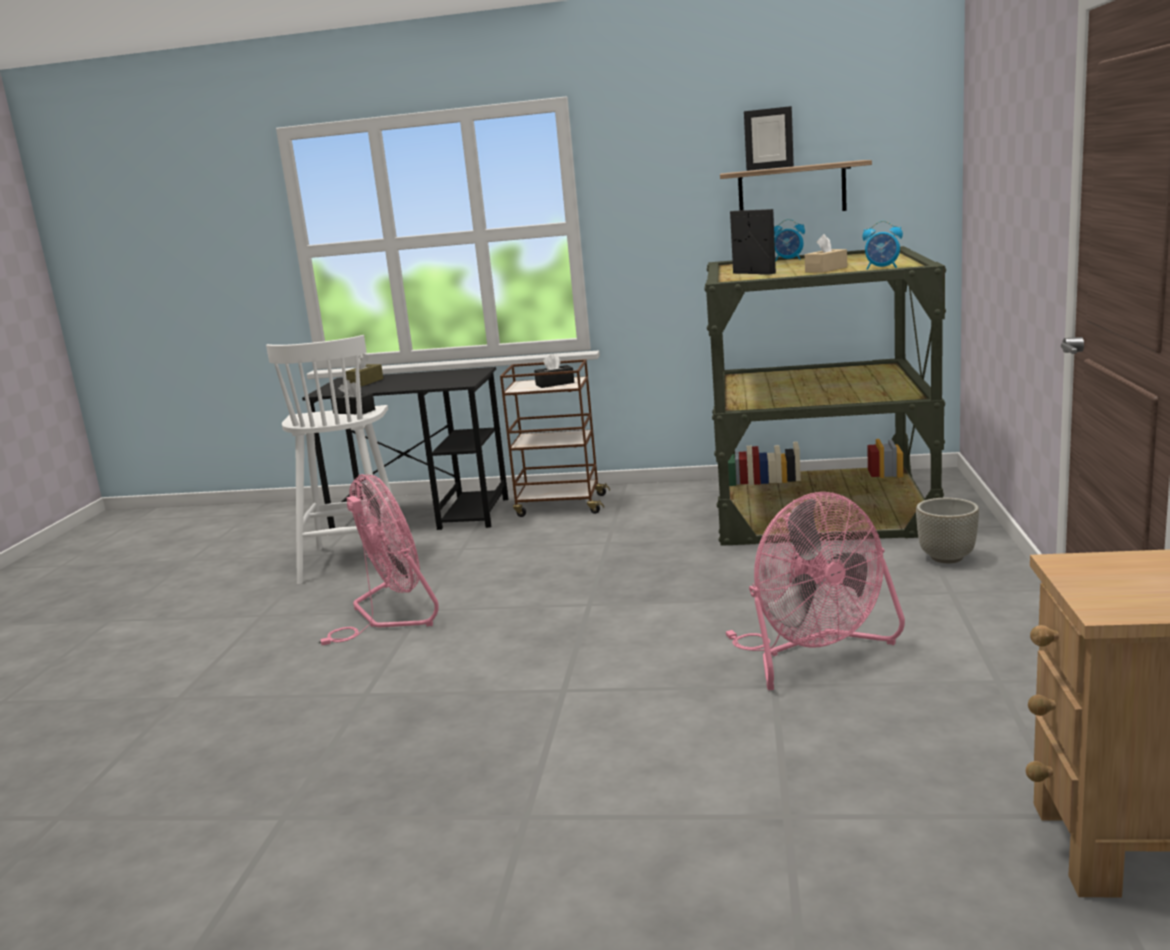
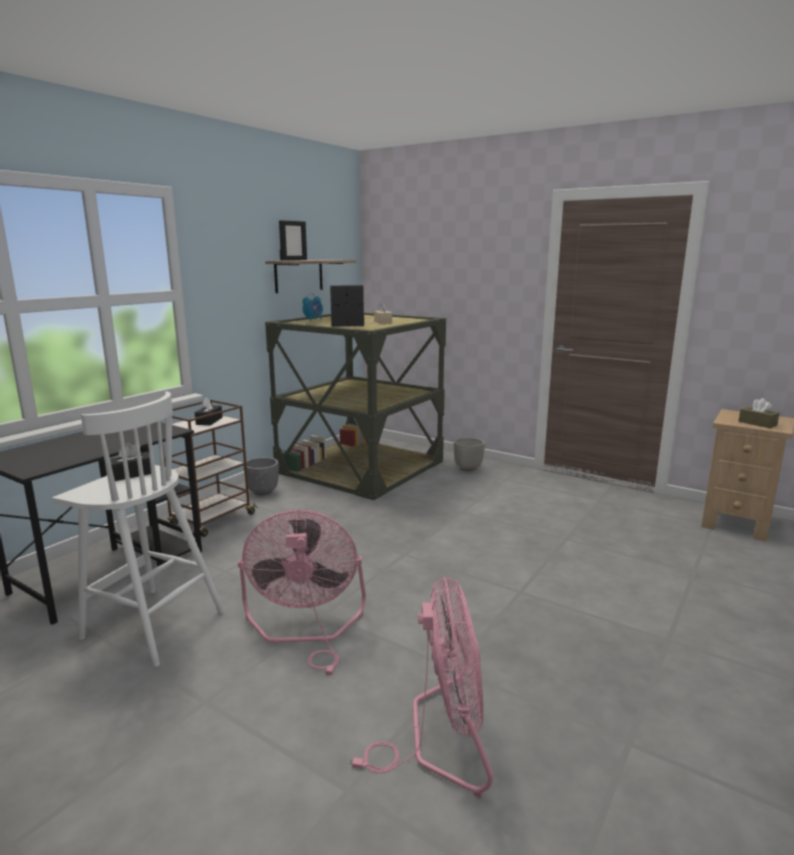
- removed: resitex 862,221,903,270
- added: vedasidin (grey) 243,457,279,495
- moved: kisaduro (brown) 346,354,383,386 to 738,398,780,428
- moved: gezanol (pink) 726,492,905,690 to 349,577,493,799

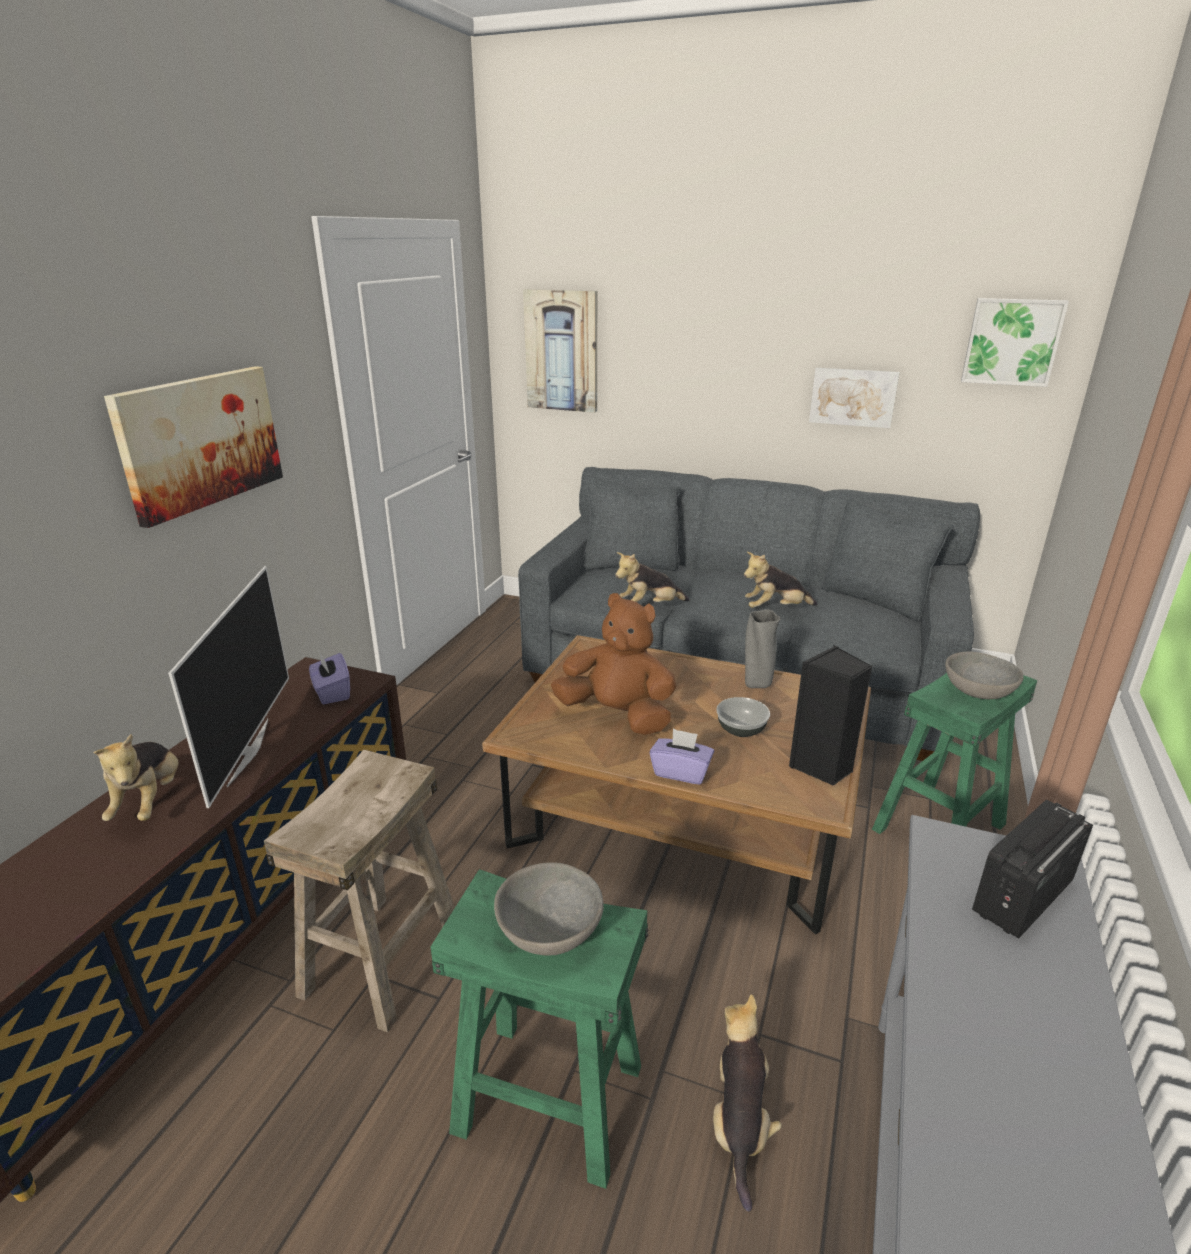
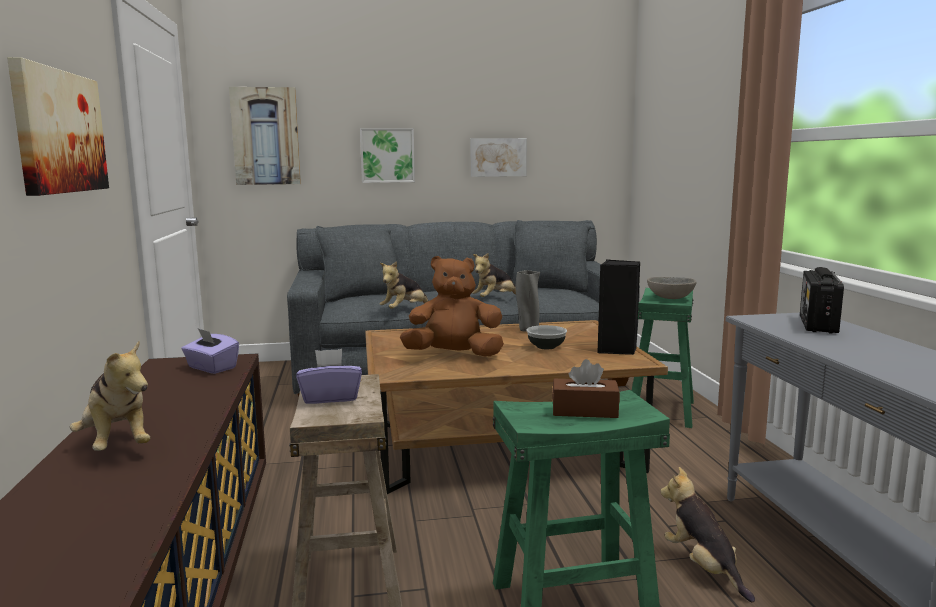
- removed: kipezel 168,566,289,808
- moved: kisaduro (purple) 650,729,714,785 to 296,349,362,404
- moved: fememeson 961,298,1069,387 to 360,128,415,183
- replaced: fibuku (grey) 494,863,604,956 to kisaduro (brown) 552,359,620,418

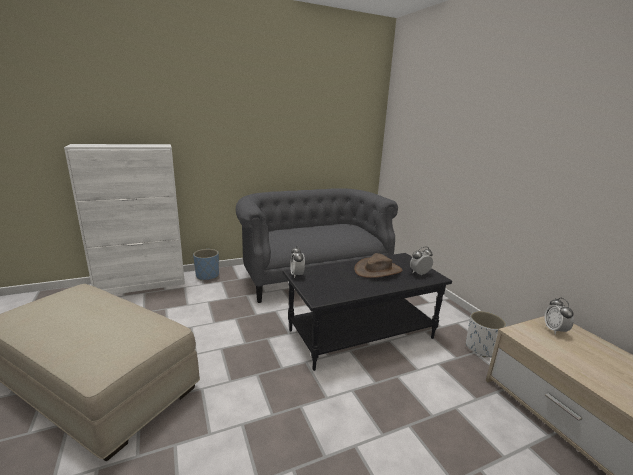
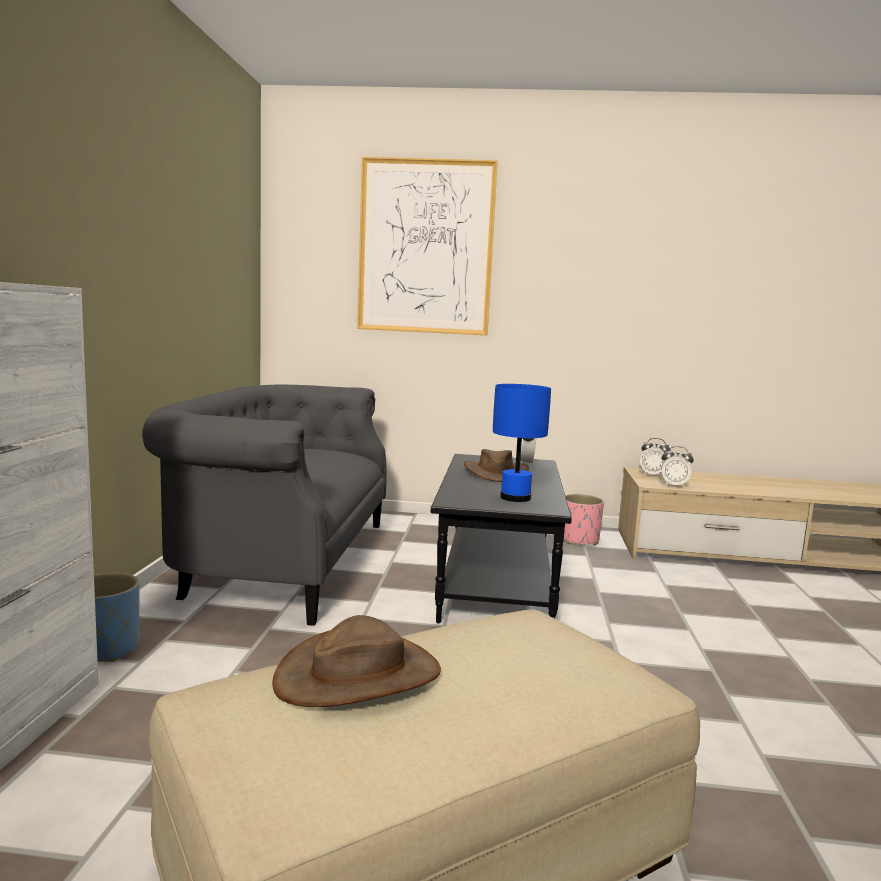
- added: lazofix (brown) 272,615,441,707
- added: fememeson 357,157,498,335
- added: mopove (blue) 493,384,551,502
- moved: resitex 290,247,305,278 to 661,446,694,488
- recoloured: vedasidin (white) 466,311,506,357 to vedasidin (pink) 564,494,604,545

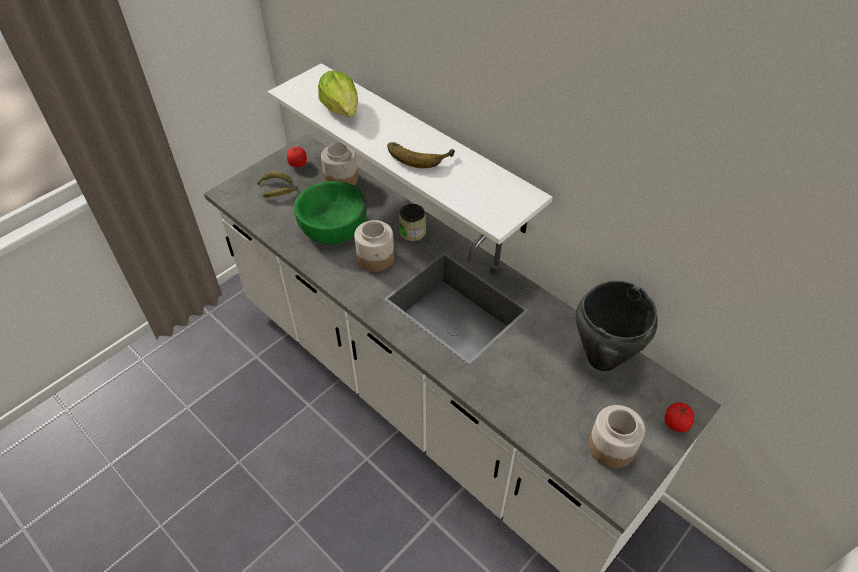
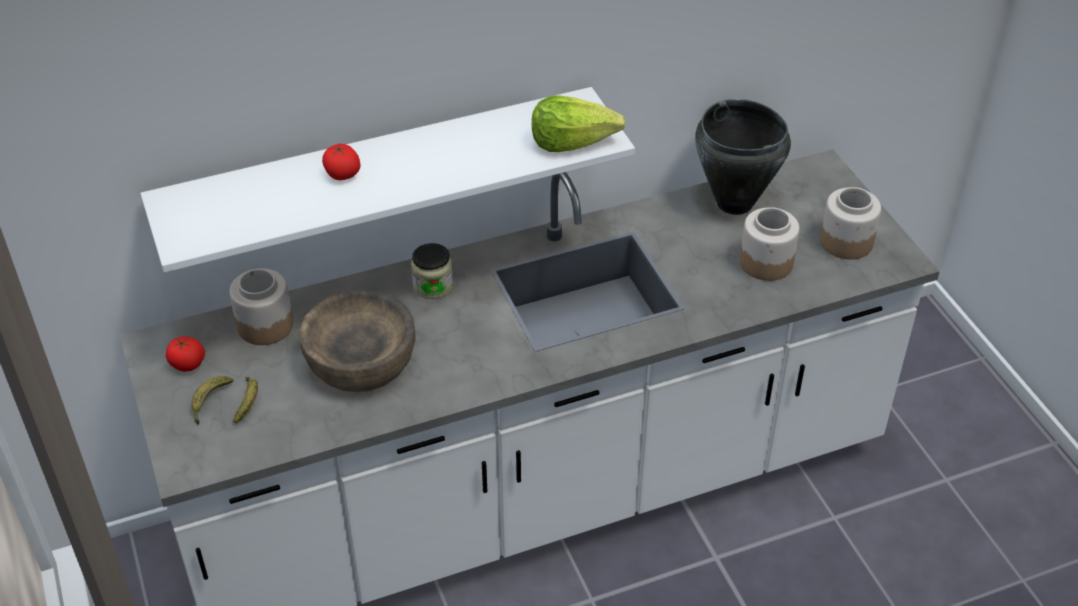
- removed: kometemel 387,142,455,168
- moved: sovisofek 318,71,358,117 to 532,95,626,152
- moved: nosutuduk 354,220,394,272 to 740,207,799,281
- moved: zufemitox 665,402,694,432 to 322,143,360,180
- recoloured: fibuku (green) 294,181,367,244 to fibuku (brown) 300,289,416,392

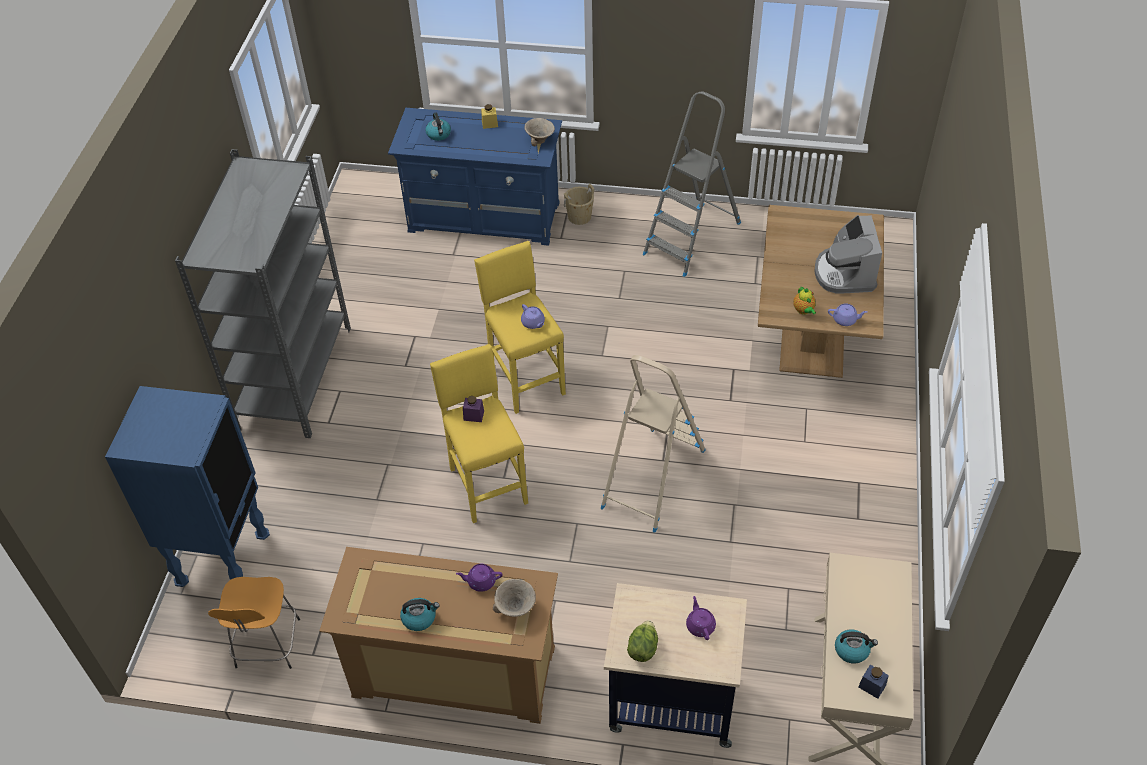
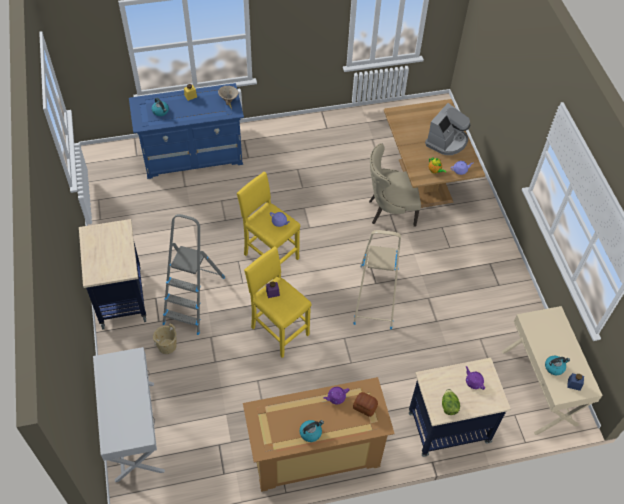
- removed: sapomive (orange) 208,577,300,669
- added: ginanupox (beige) 369,143,421,227
- moved: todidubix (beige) 564,184,594,225 to 153,324,176,354
- moved: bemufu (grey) 643,92,741,277 to 163,214,225,335
- replaced: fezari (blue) 105,386,270,587 to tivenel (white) 93,347,165,482
- replaced: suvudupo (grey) 175,149,351,438 to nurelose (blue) 79,219,146,329
- replaced: fibuku (beige) 493,579,536,617 to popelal 353,392,378,417
- turned: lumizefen 814,215,882,293 = 425,103,470,155 120 degrees counterclockwise

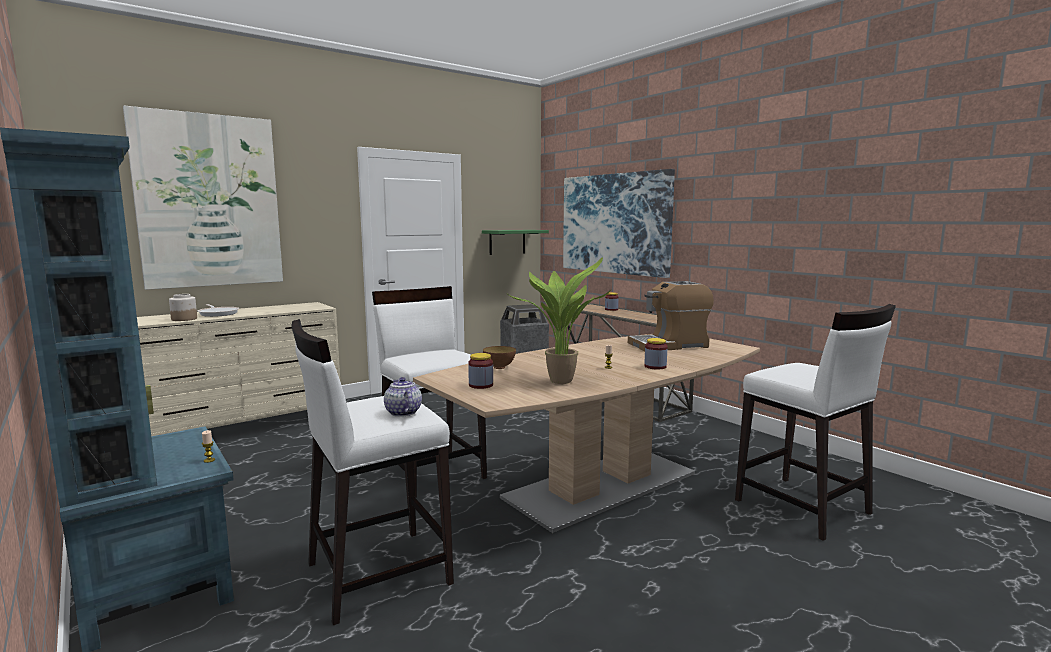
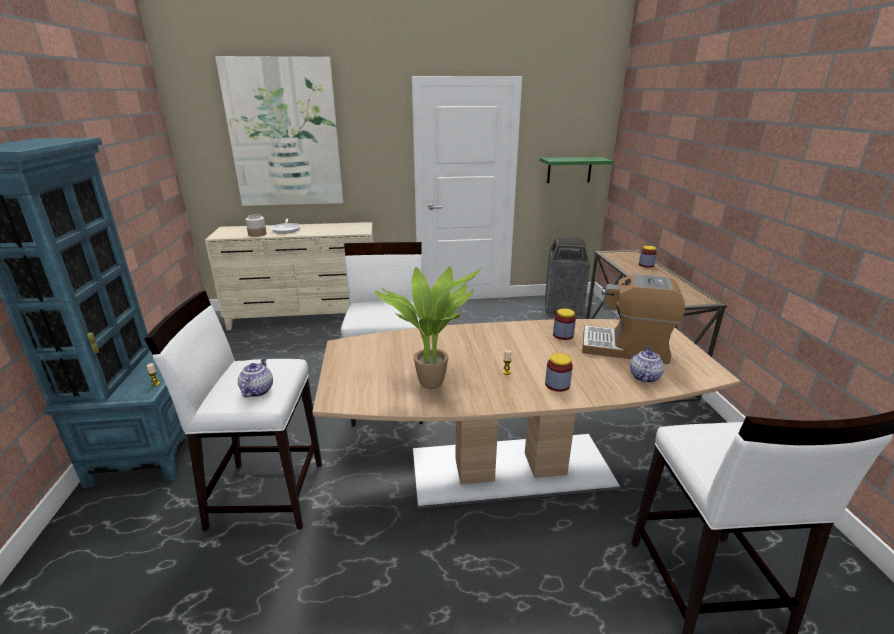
- removed: fibuku 483,346,516,369
- removed: fememeson 563,169,675,278
- added: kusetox 630,346,664,383
- moved: nosutuduk 468,353,493,389 to 553,308,576,340

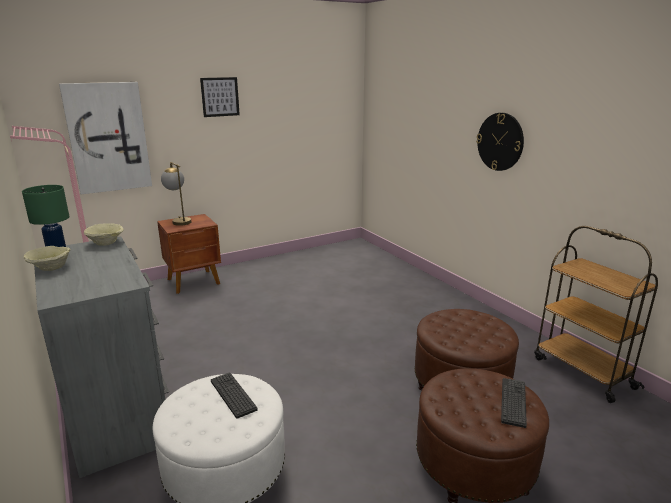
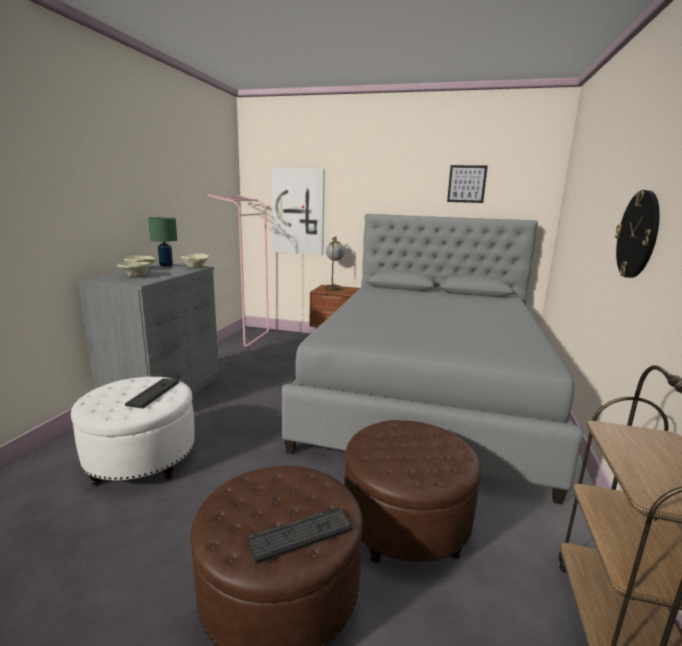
- added: fibuku (beige) 117,261,151,277
- added: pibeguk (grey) 282,214,584,504
- moved: fememeson 200,77,240,117 to 447,165,488,203

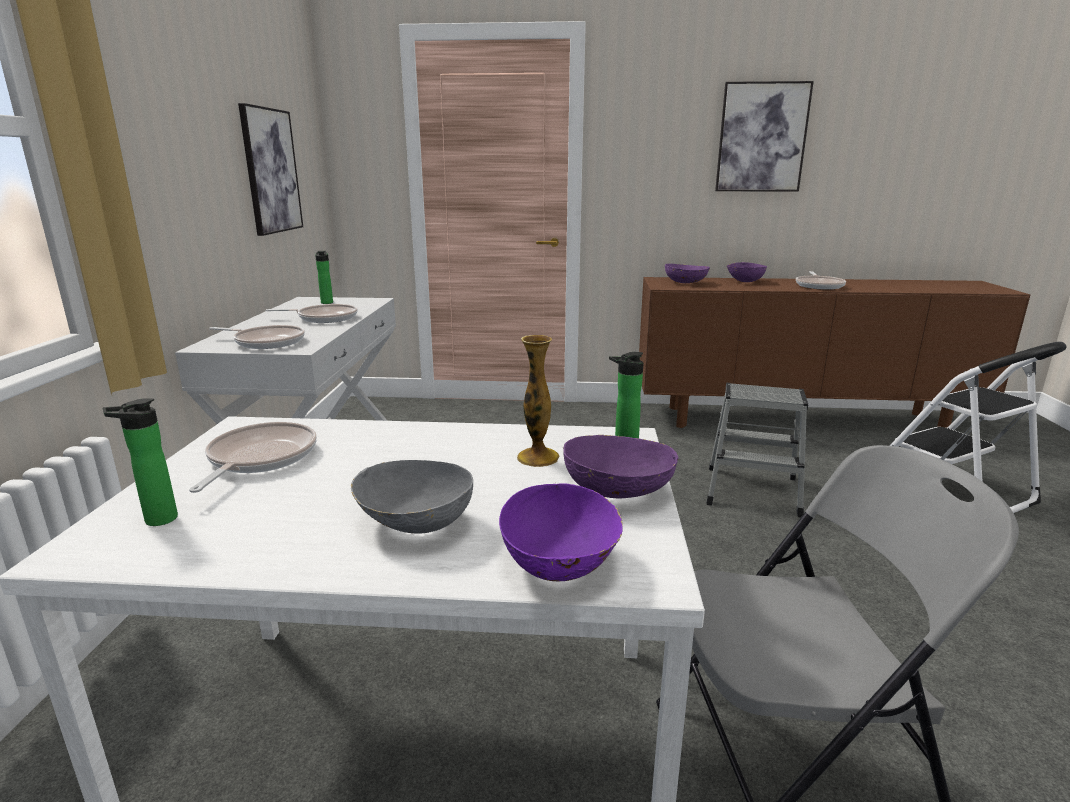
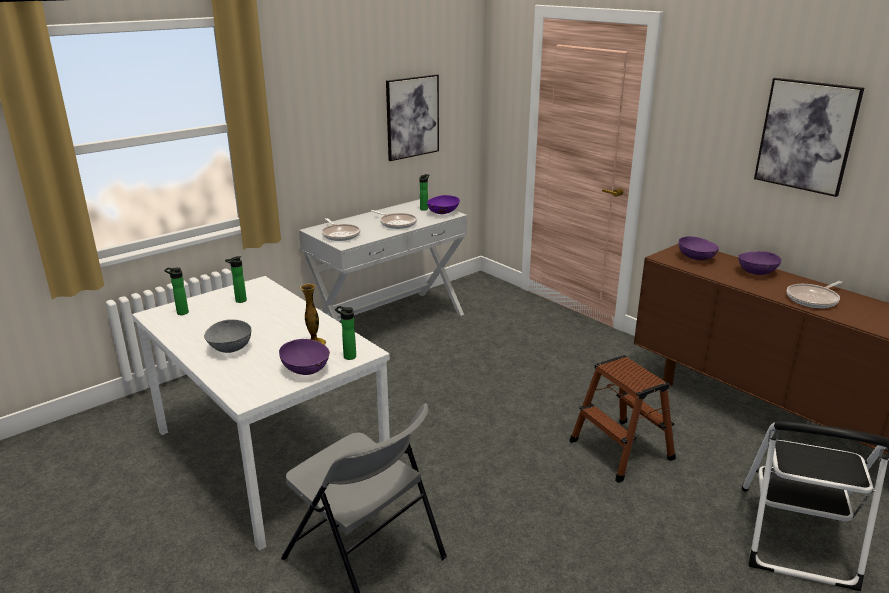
- moved: fibuku (purple) 499,482,623,581 to 427,195,460,214
- replaced: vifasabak 189,422,317,493 to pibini 225,256,247,303
- recoloured: bemufu (grey) 706,382,808,518 to bemufu (brown) 569,355,676,483

